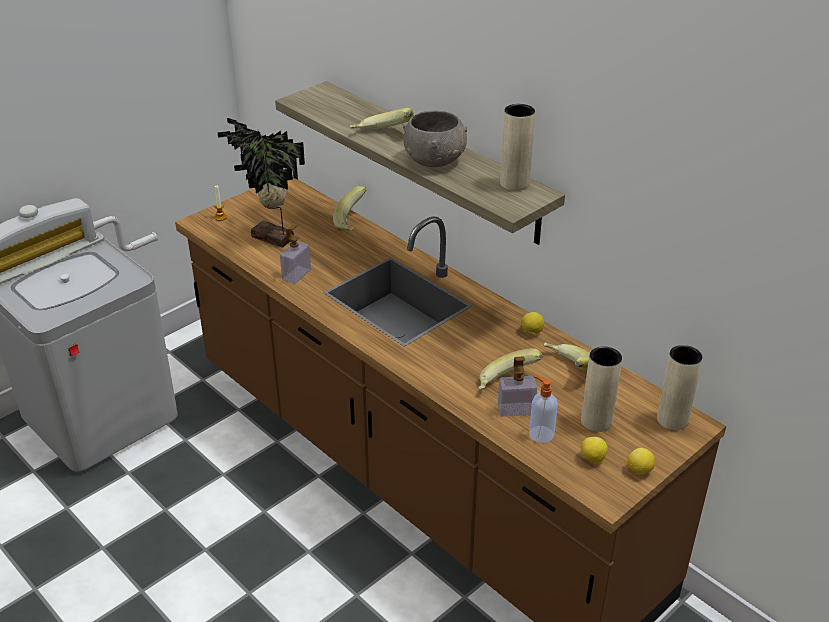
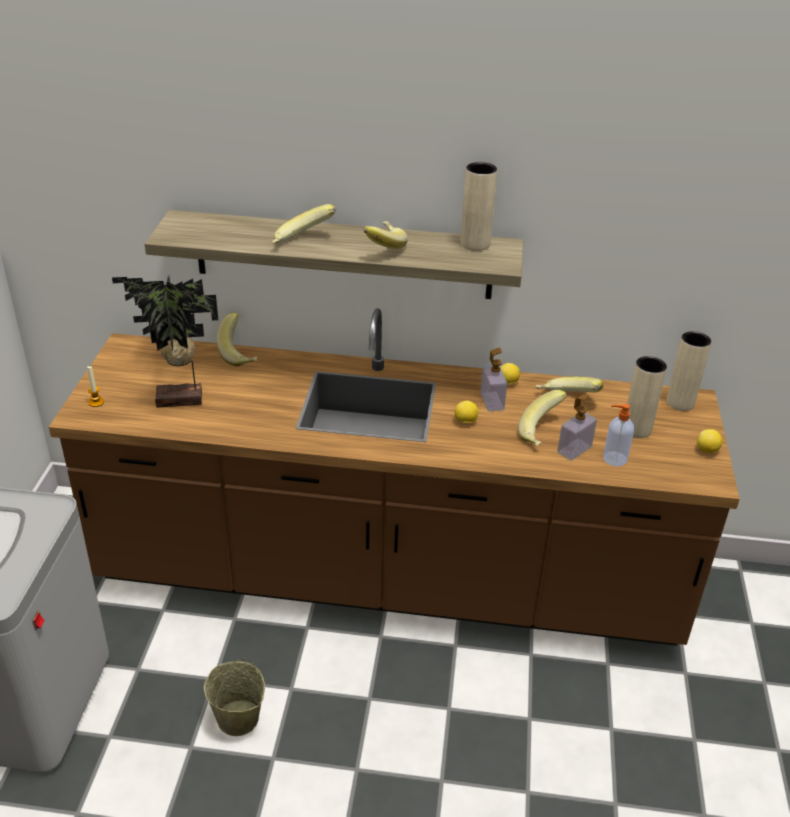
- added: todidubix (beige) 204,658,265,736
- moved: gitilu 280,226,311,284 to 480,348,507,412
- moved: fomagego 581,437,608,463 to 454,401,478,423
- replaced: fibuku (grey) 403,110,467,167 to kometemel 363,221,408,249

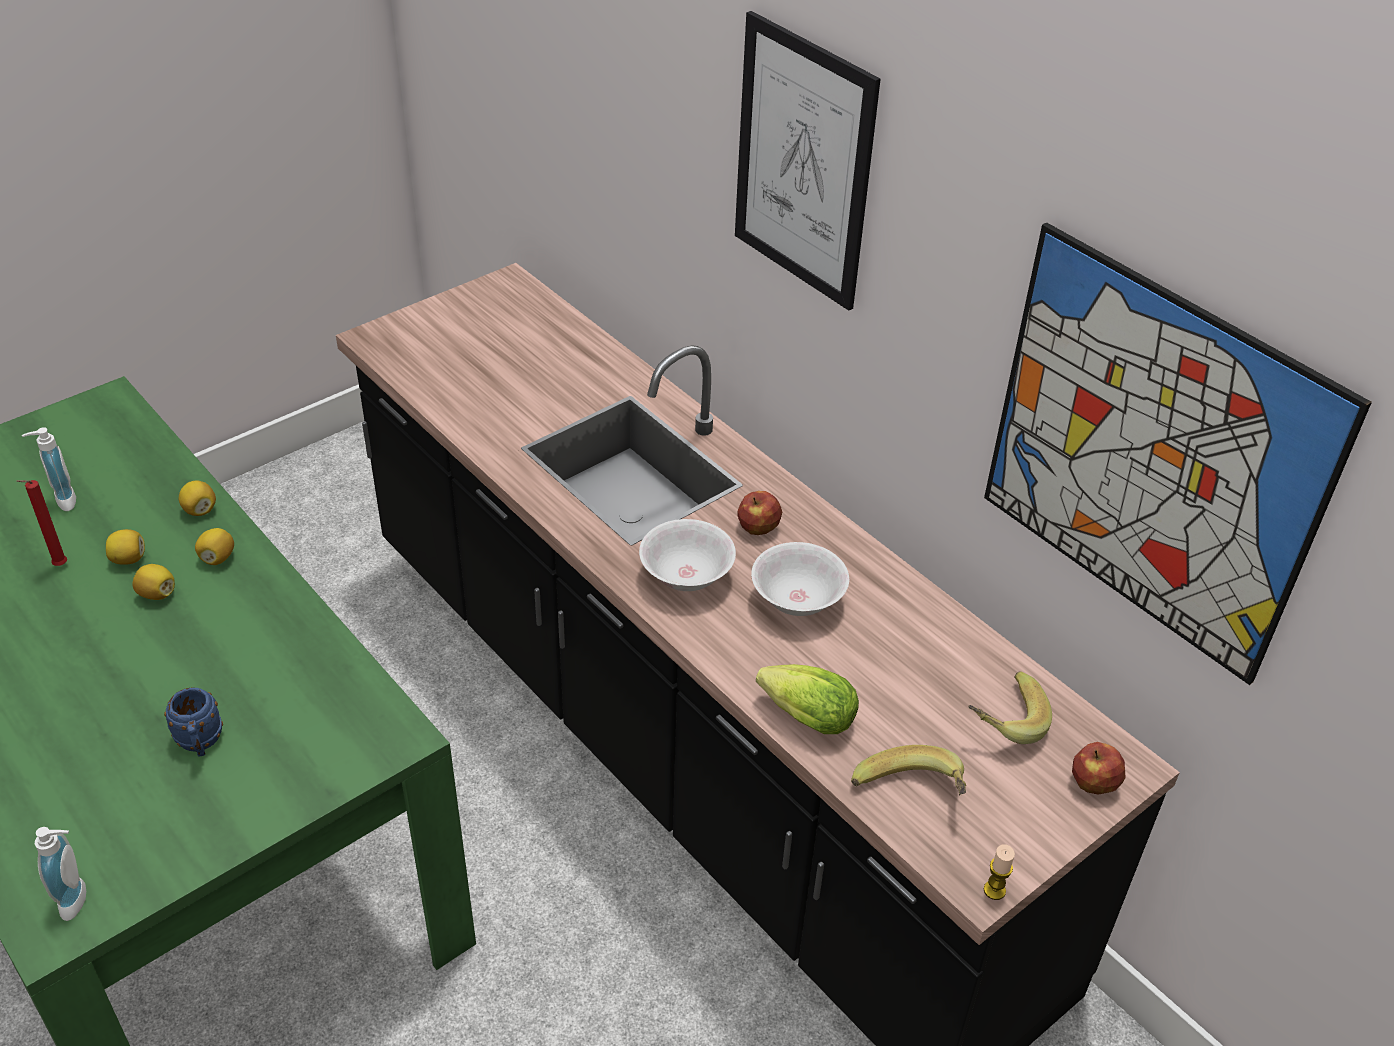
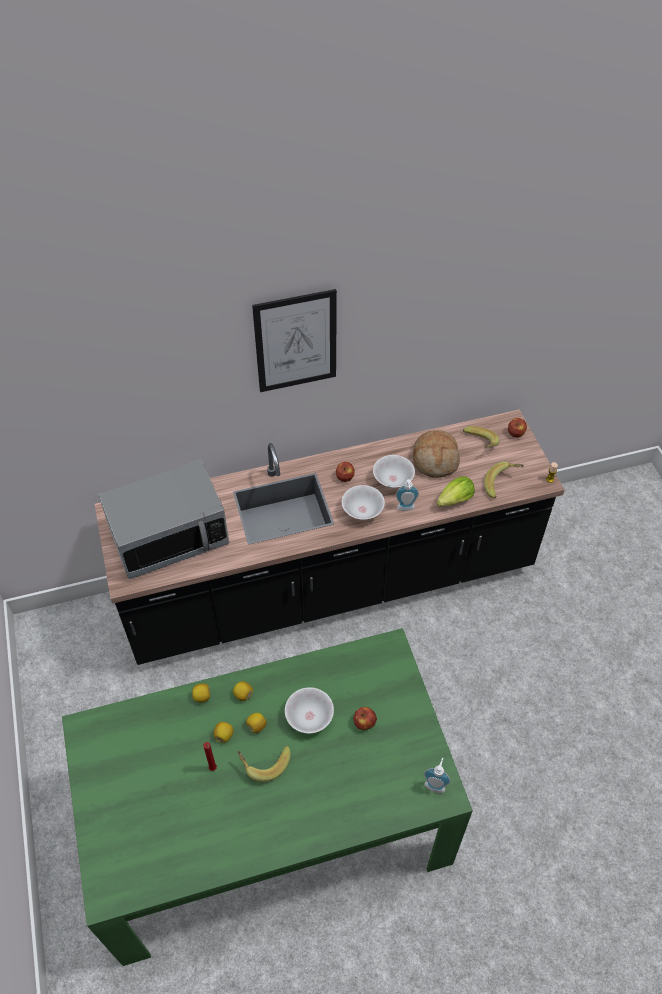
- removed: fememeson 984,222,1372,685
- added: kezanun 98,460,229,579
- added: kometemel 237,746,291,782
- added: fibuku (white) 285,687,334,733
- added: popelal 413,430,460,478
- moved: gitilu 22,427,76,511 to 396,479,419,511
- replaced: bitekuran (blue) 164,688,223,756 to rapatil 353,707,377,730

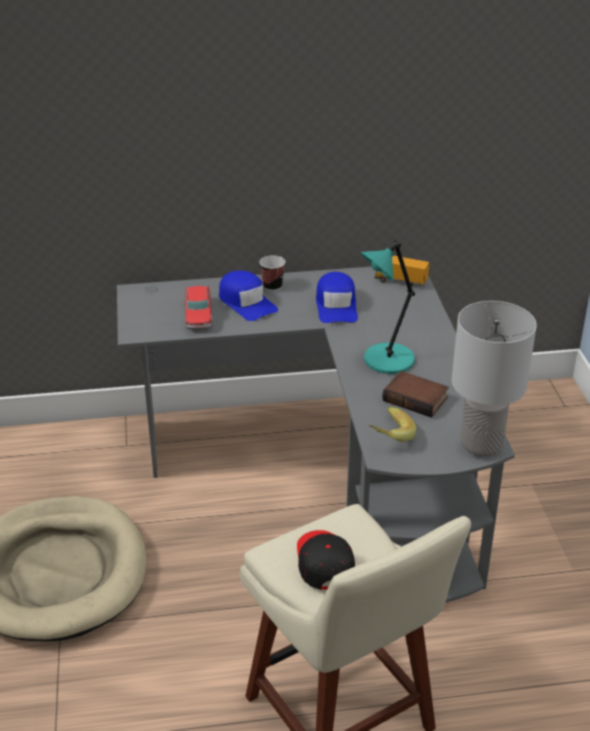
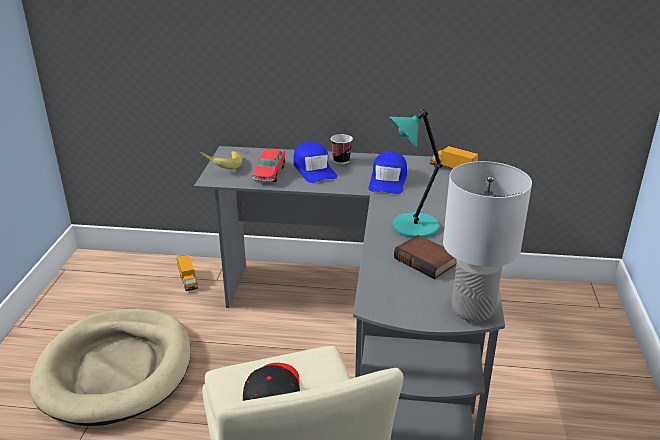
- added: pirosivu 177,255,198,291
- moved: kometemel 369,407,416,442 to 199,151,242,169

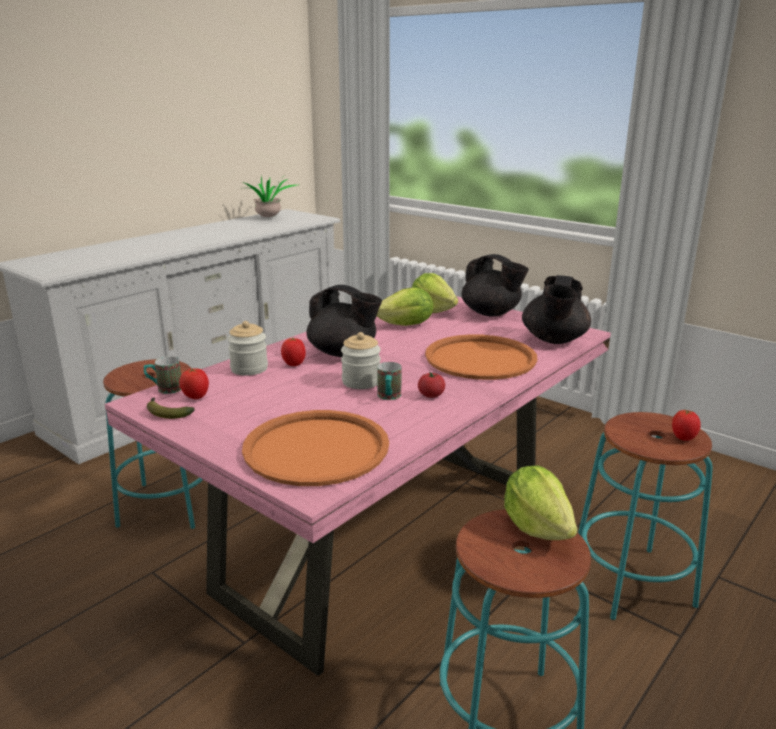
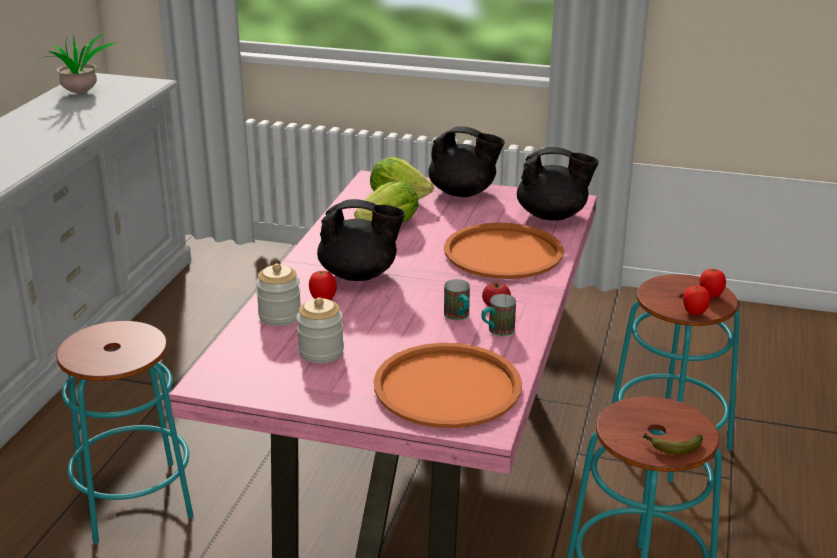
- removed: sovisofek 504,465,578,540
- moved: bitekuran 143,357,181,394 to 481,294,516,336
- moved: kometemel 147,397,195,419 to 643,433,703,455
- moved: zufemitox 179,368,209,399 to 683,286,710,315
- moved: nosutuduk 341,332,381,389 to 296,297,344,363
- turned: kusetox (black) 522,275,591,344 = 517,147,599,221 75 degrees counterclockwise

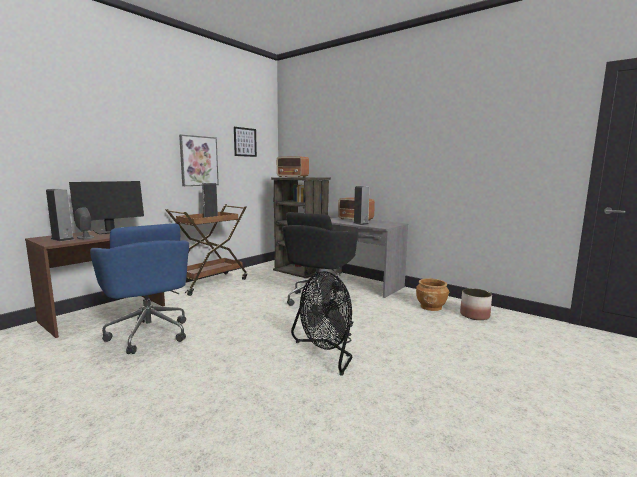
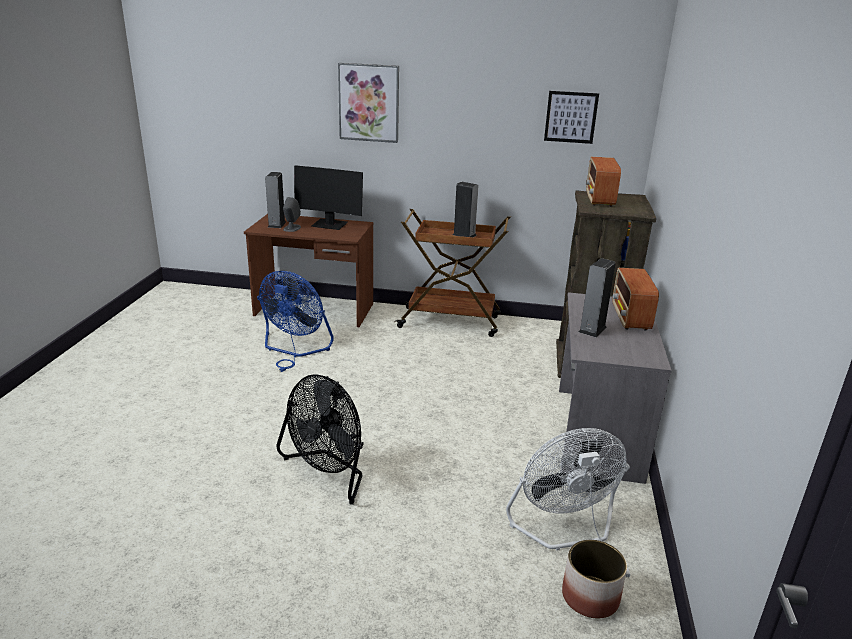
- removed: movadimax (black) 282,212,357,308
- moved: fememeson 179,135,219,186 to 338,63,399,143
- replaced: movadimax (blue) 90,223,189,354 to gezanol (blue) 257,271,334,372
- replaced: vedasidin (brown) 416,278,449,311 to gezanol (white) 506,428,630,577
- turned: gezanol (black) 291,271,353,376 = 276,374,364,505 75 degrees counterclockwise

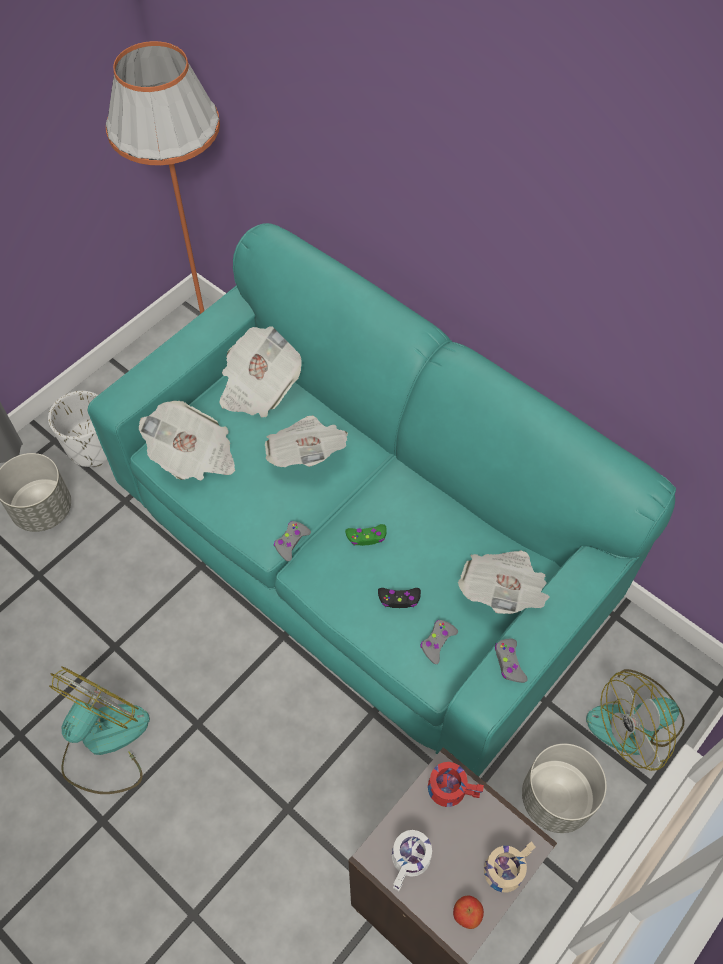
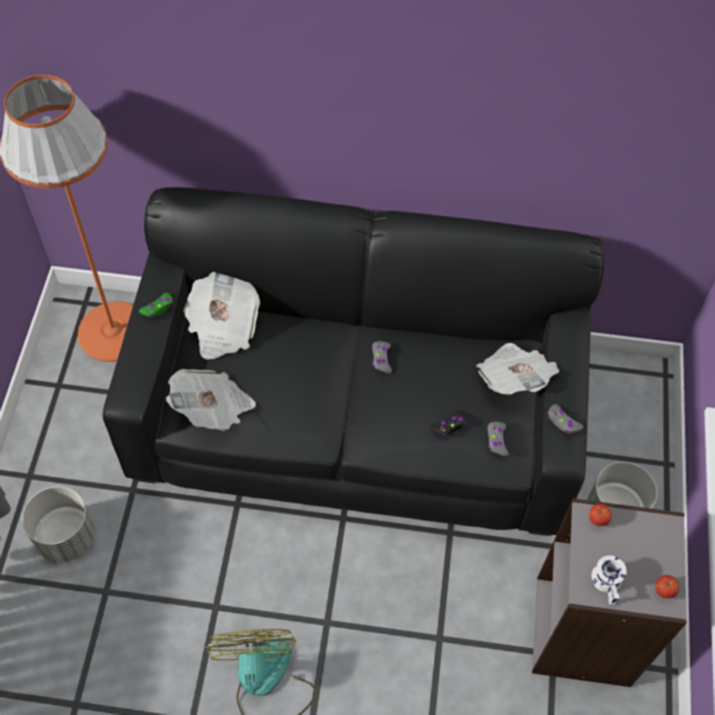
- removed: vedasidin (white) 48,391,107,467
- removed: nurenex 265,416,348,467
- removed: bitekuran (beige) 484,841,535,892
- removed: gezanol 586,669,684,771
- moved: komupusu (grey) 274,521,311,561 to 372,341,392,373
- moved: komupusu (green) 345,524,387,546 to 139,293,173,318
- replaced: bitekuran (red) 428,762,484,807 to rapatil 589,504,612,526
- recoloured: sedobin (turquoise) 88,223,676,777 to sedobin (black) 103,187,605,536

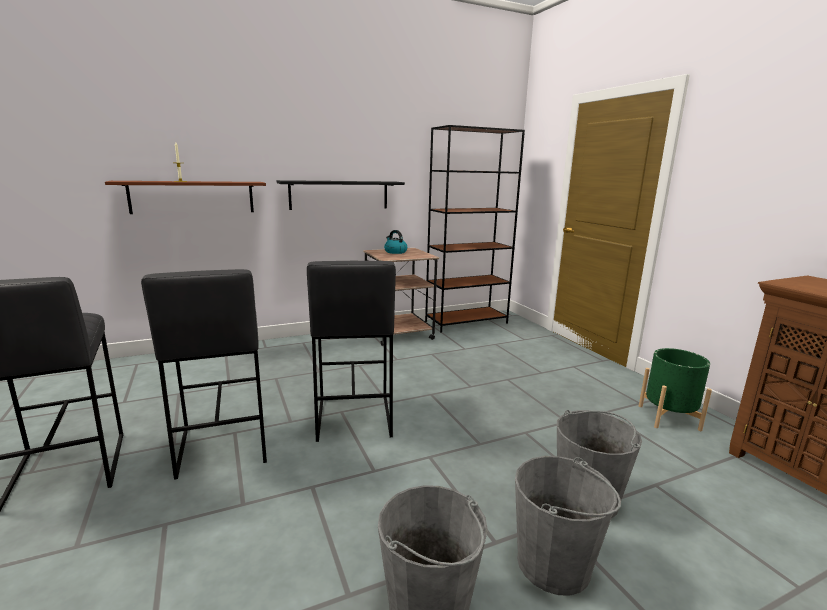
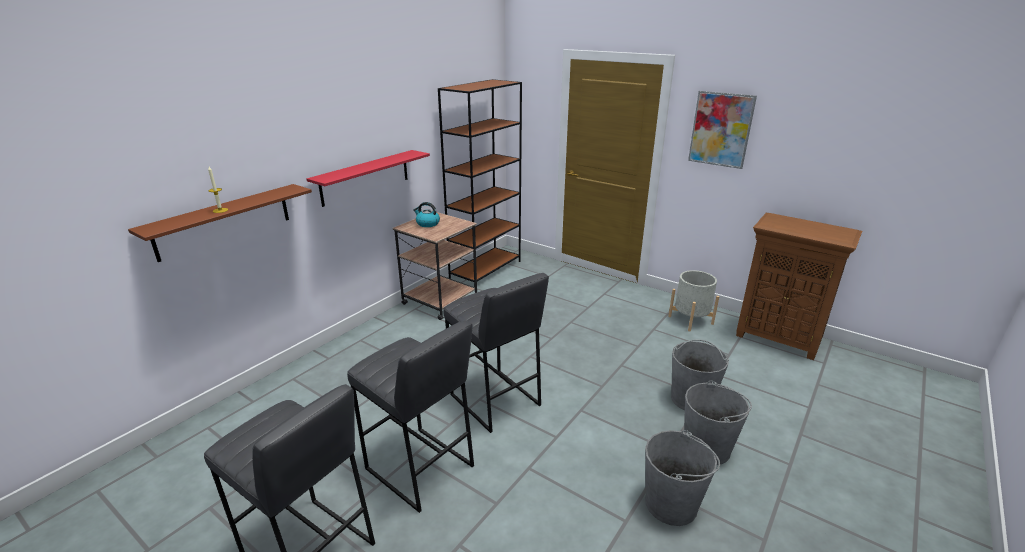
- added: fememeson 688,91,757,169
- recoloured: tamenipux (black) 277,180,405,210 to tamenipux (red) 307,150,430,207
- recoloured: vedasidin (green) 639,348,712,431 to vedasidin (grey) 668,270,719,332

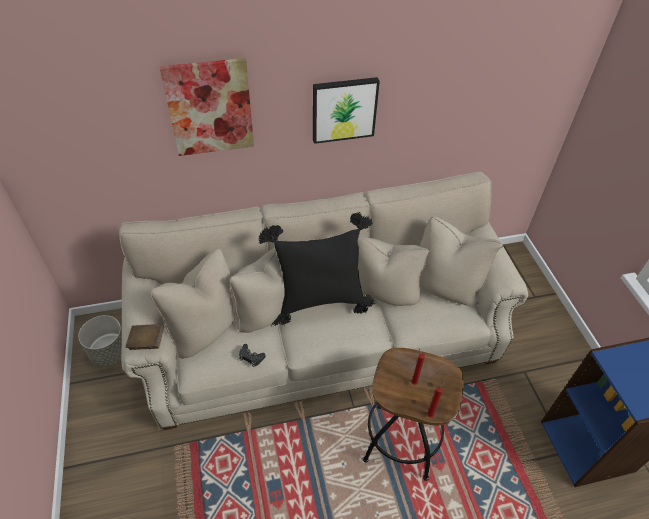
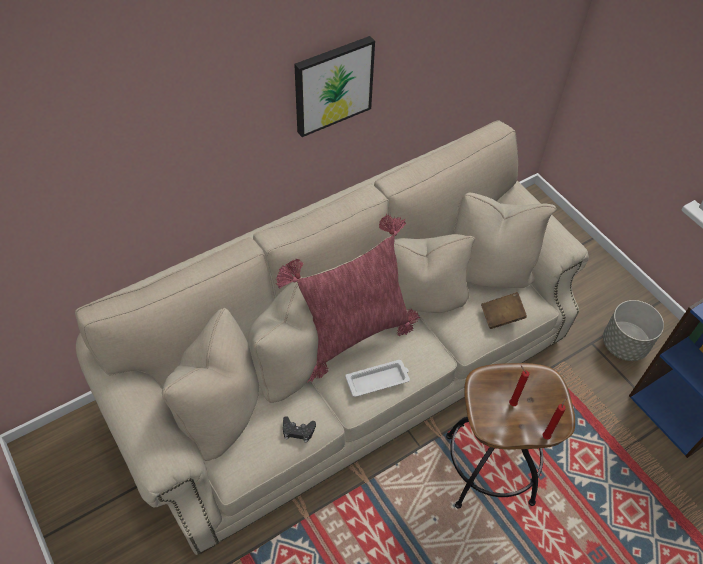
- removed: fememeson 160,58,254,156
- added: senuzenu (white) 345,360,410,397
- moved: vedasidin (grey) 78,315,122,366 to 603,300,664,361
- moved: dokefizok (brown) 125,324,164,350 to 481,292,527,329
- recoloured: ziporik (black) 259,213,375,327 to ziporik (red) 276,214,420,383

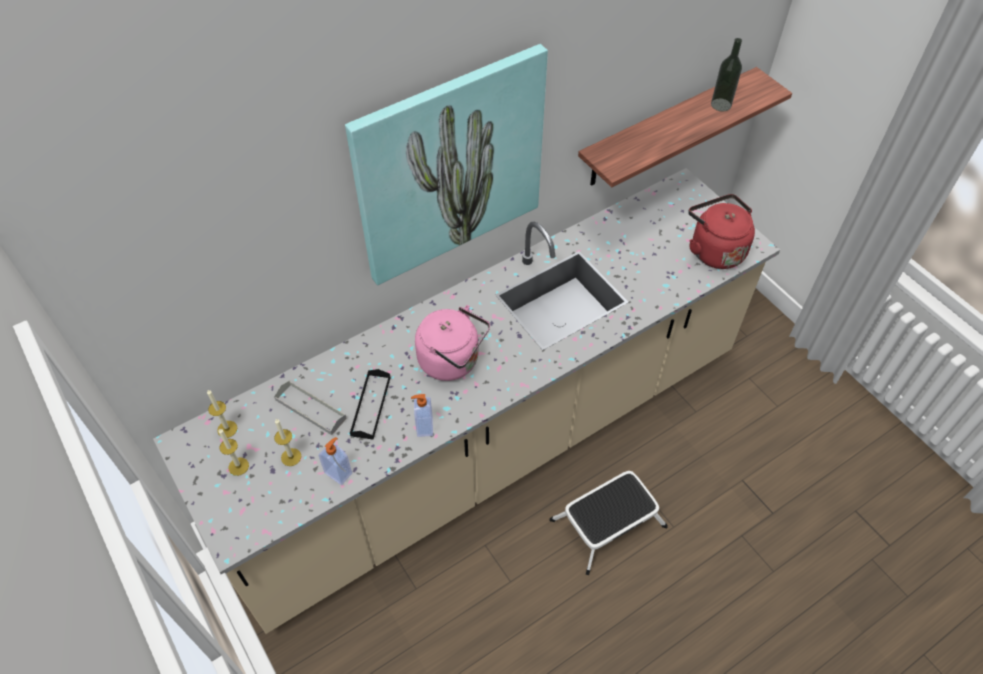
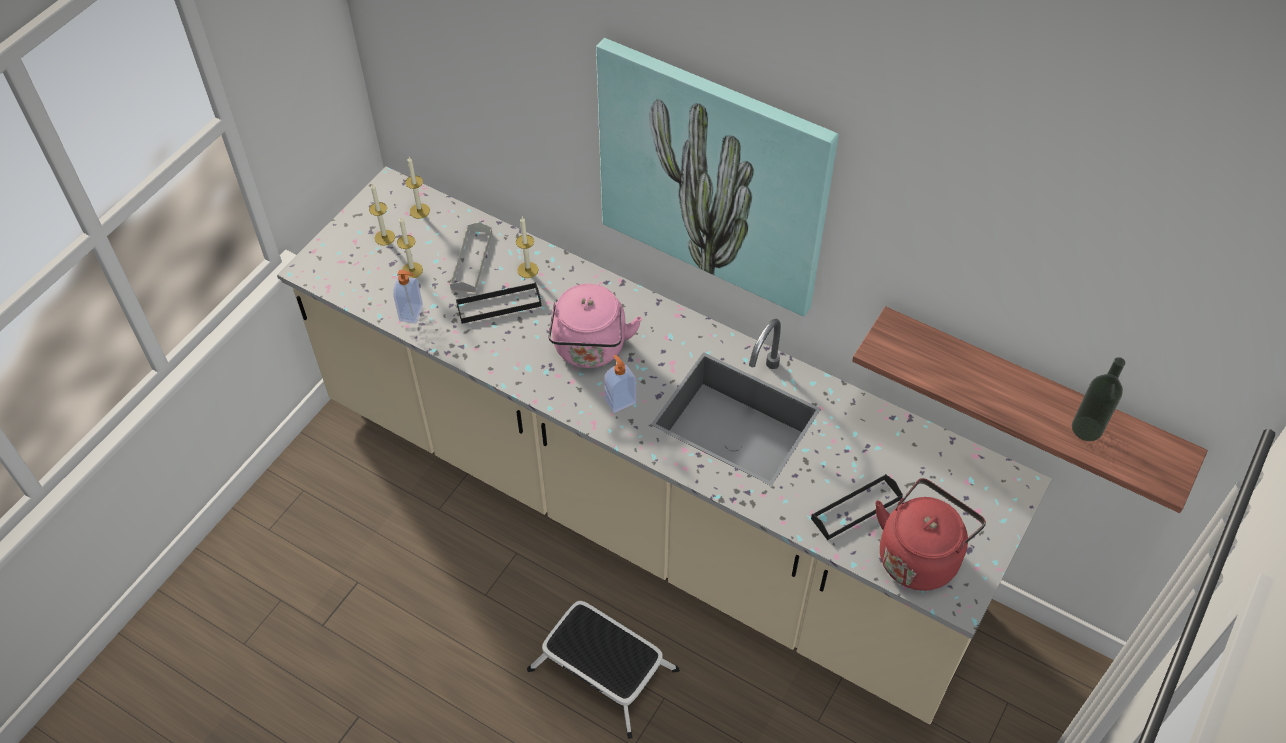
- added: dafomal 516,217,538,278
- added: senuzenu (black) 811,474,903,540
- moved: gitilu 411,394,433,437 to 604,355,636,413

